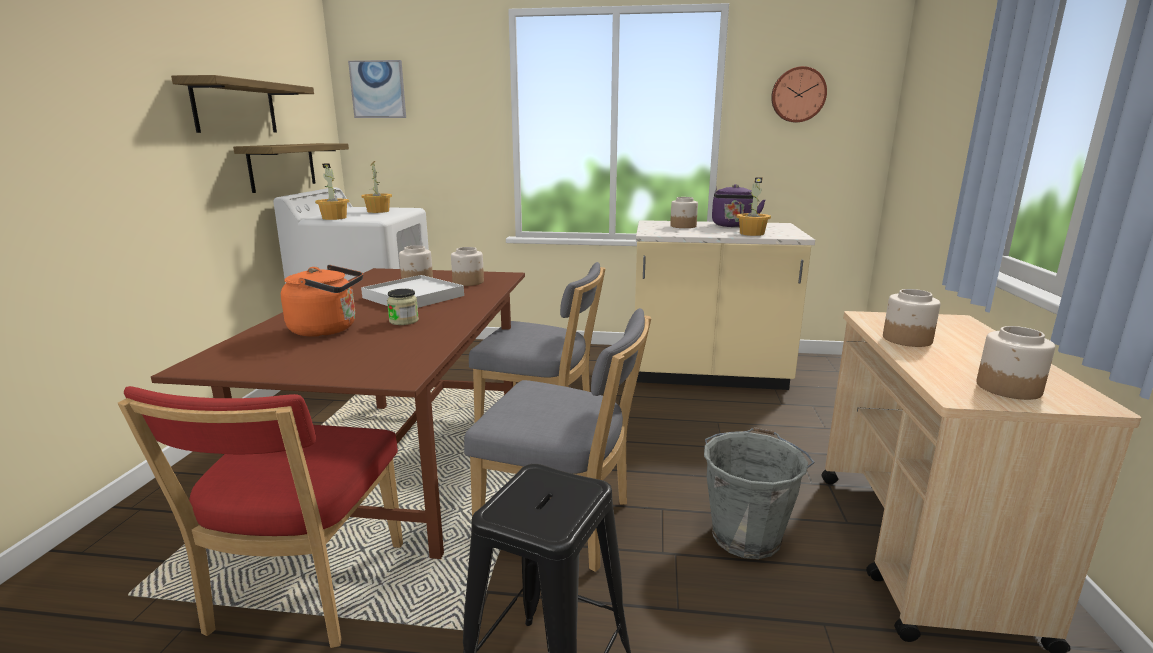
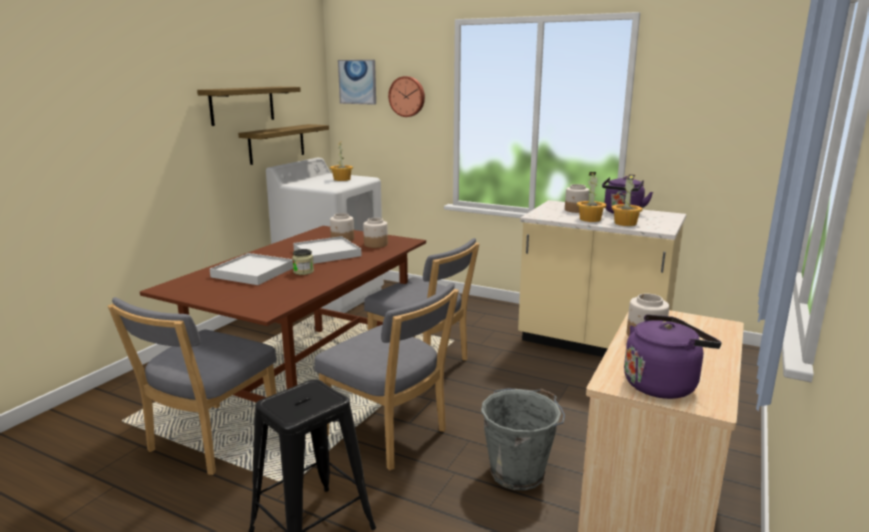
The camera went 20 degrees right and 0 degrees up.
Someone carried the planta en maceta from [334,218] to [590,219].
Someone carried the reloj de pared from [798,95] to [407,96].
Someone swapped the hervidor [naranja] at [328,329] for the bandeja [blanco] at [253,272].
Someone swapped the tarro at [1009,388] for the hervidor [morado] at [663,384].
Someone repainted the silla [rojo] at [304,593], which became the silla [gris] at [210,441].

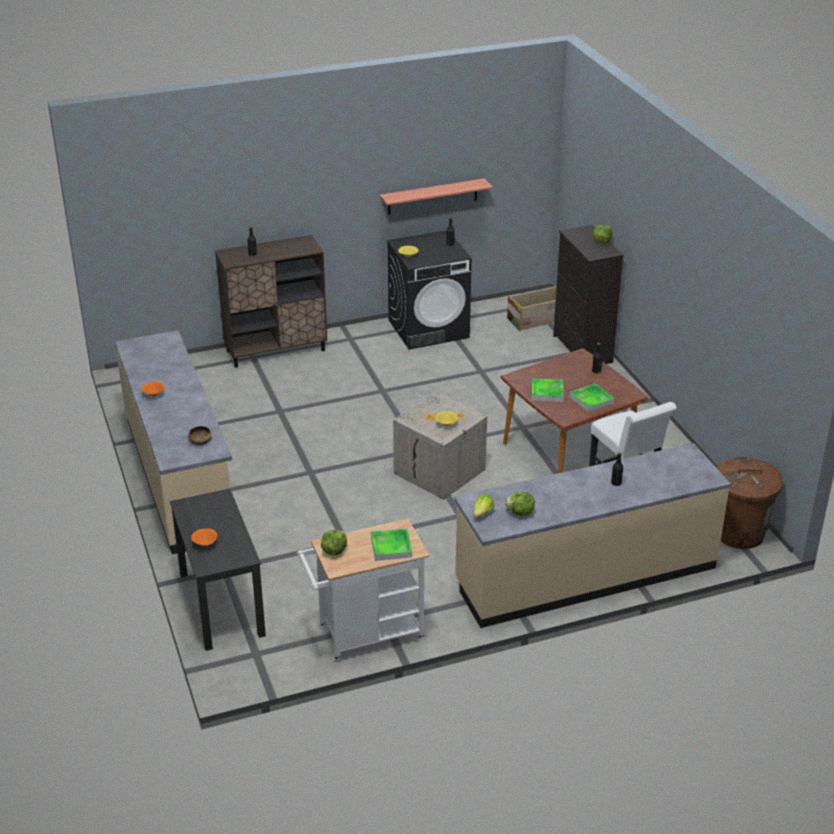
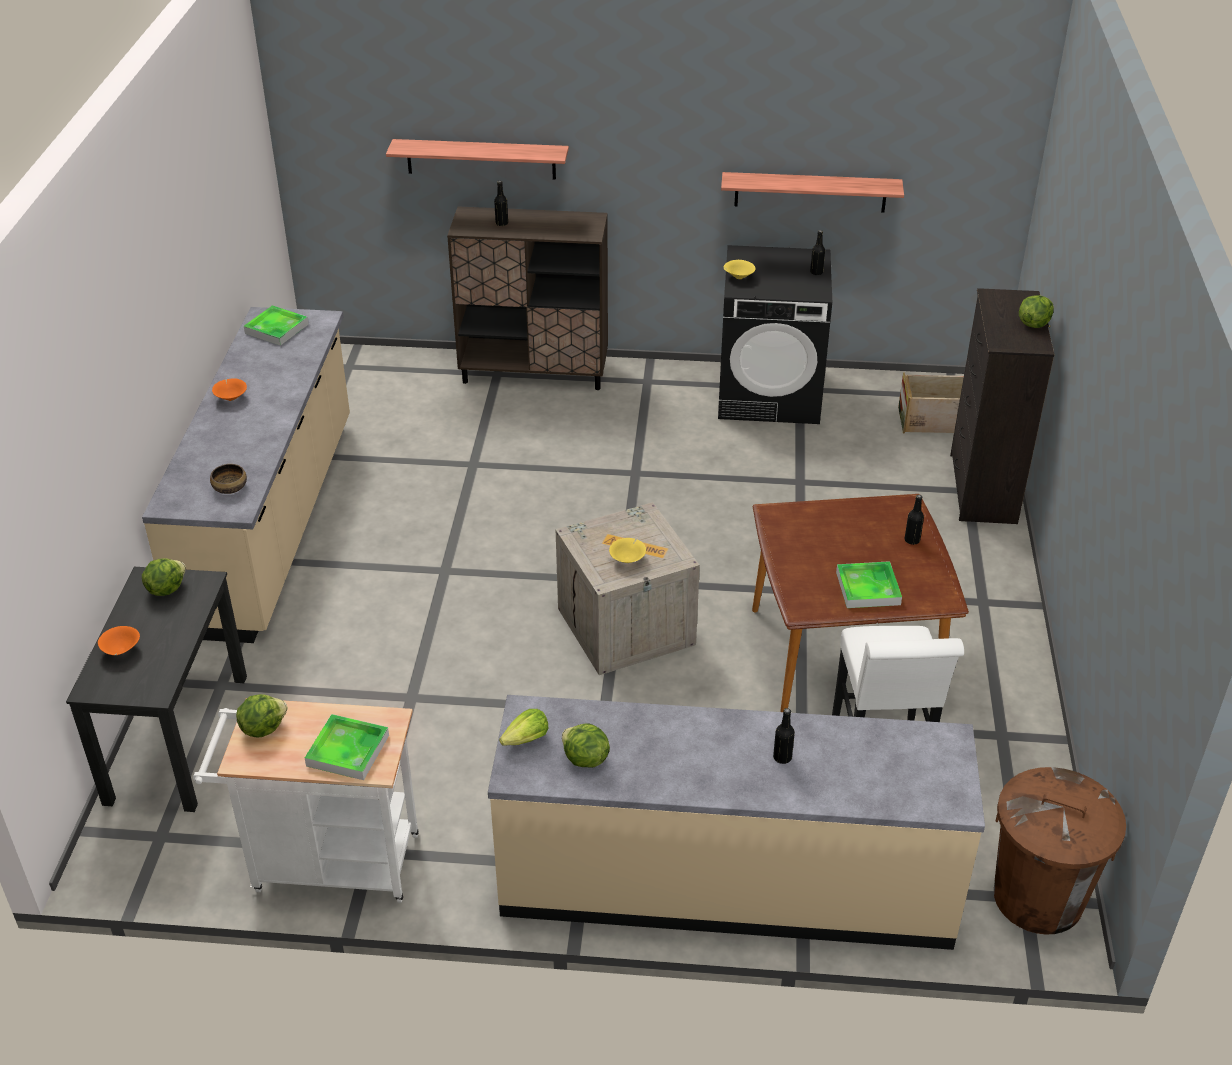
The camera went 25 degrees right and 5 degrees up.
Someone put down the lechuga at [166,588].
Someone put up the estante at [481,159].
Someone carried the bandeja from [547,392] to [276,329].

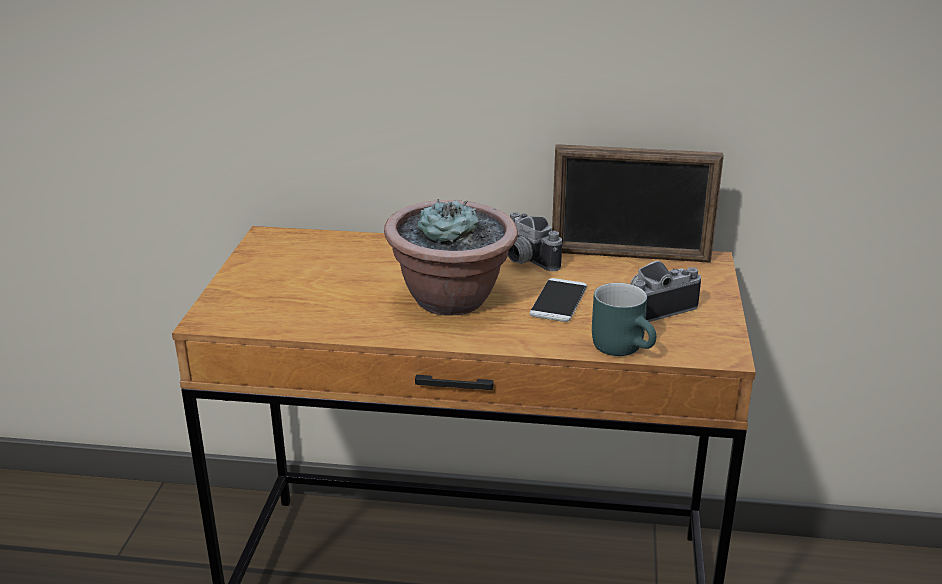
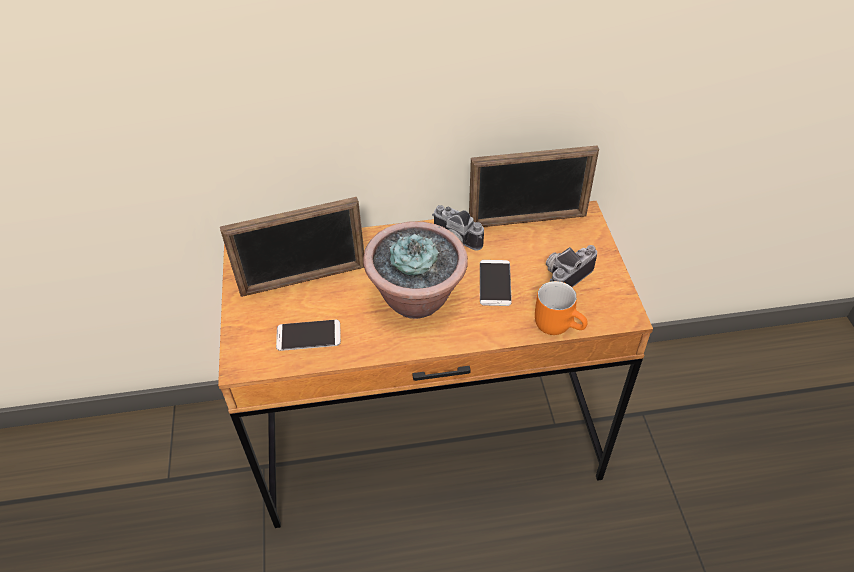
The camera went 15 degrees left and 20 degrees up.
Someone put down the portarretratos at [304,280].
Someone put down the móvil at [308,336].
Someone repainted the taza grande [turquesa] at [625,347], which became the taza grande [naranja] at [559,323].

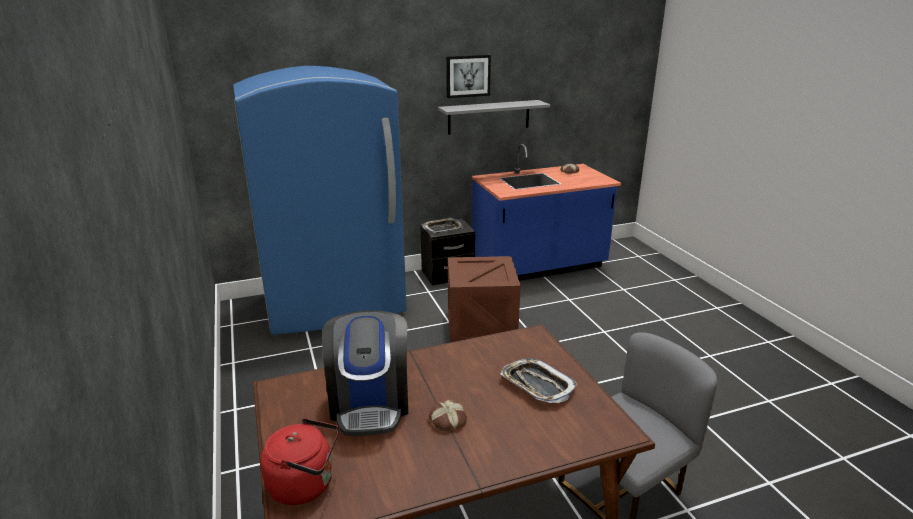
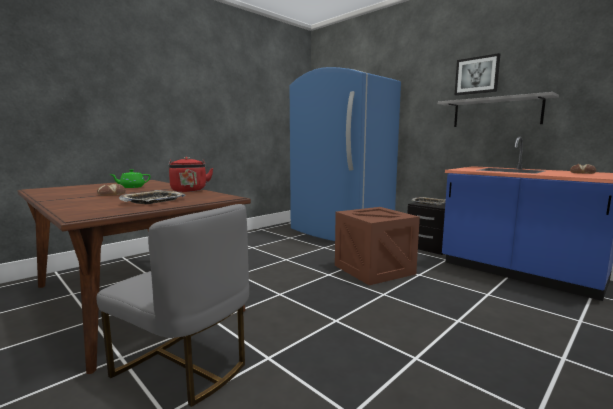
The camera went 65 degrees right and 15 degrees down.
Someone carried the hervidor [rojo] from [305,484] to [189,191].
Someone swapped the cafetera at [370,403] for the tetera [verde] at [131,187].

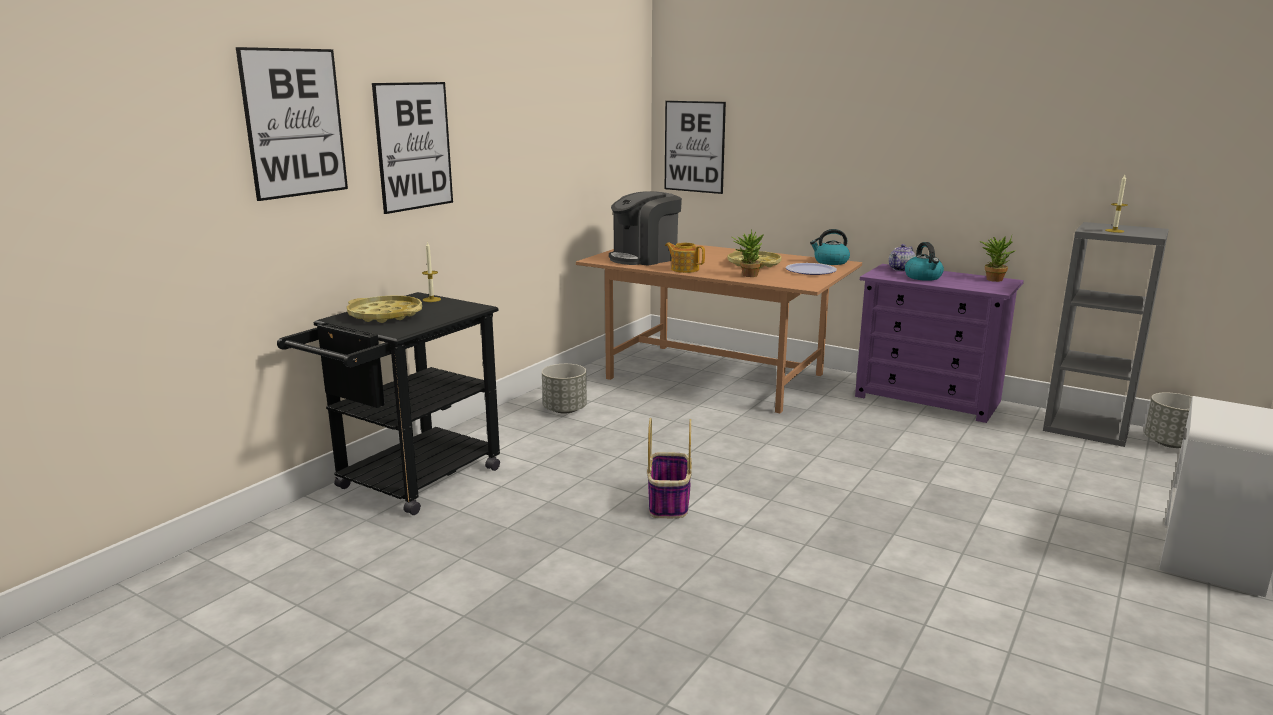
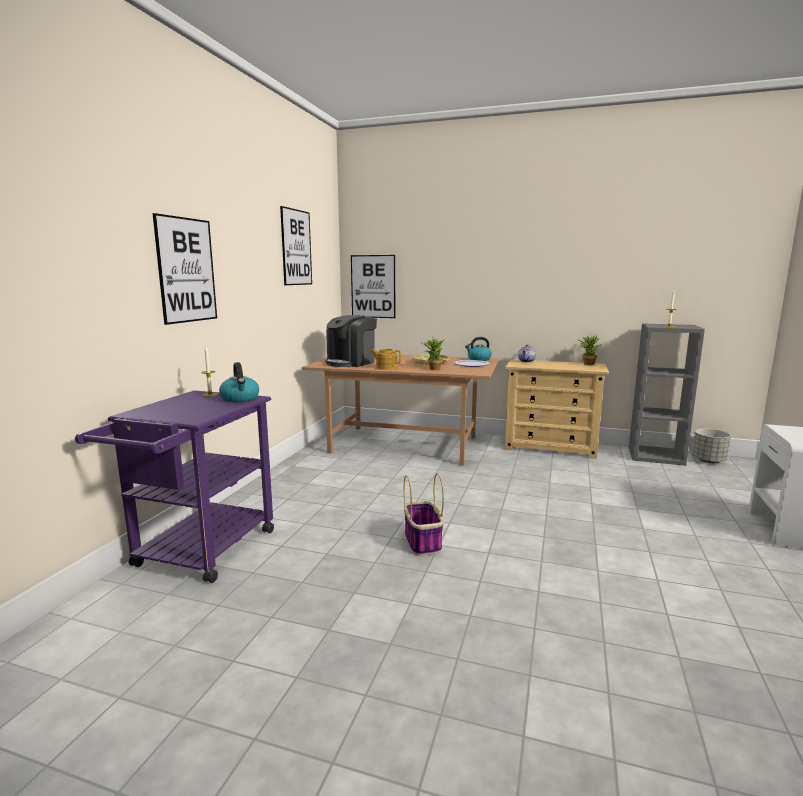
The camera went 15 degrees left and 5 degrees down.
Someone took away the bandeja [amarillo] at [385,315].
Someone took away the maceta [gris] at [565,410].
Someone carried the cuadro from [294,123] to [296,247].
Someone carried the hervidor from [923,277] to [240,398].
Someone repainted the carrito [negro] at [409,483], which became the carrito [morado] at [198,554].
Someone repainted the cómoda [morado] at [928,399], which became the cómoda [beis] at [551,447].

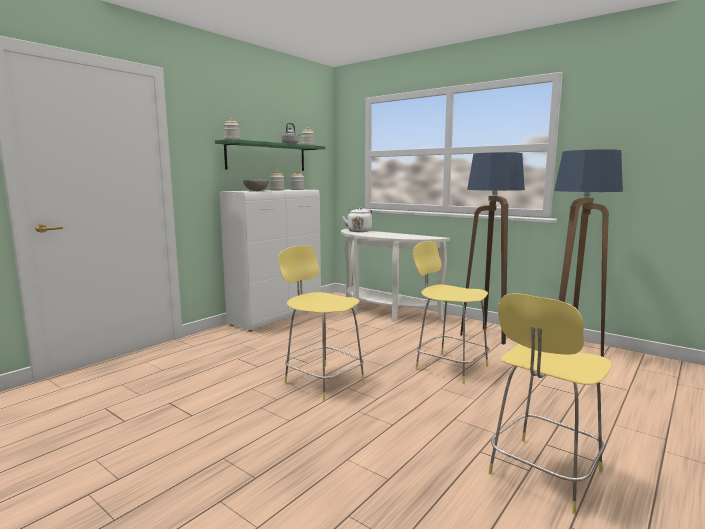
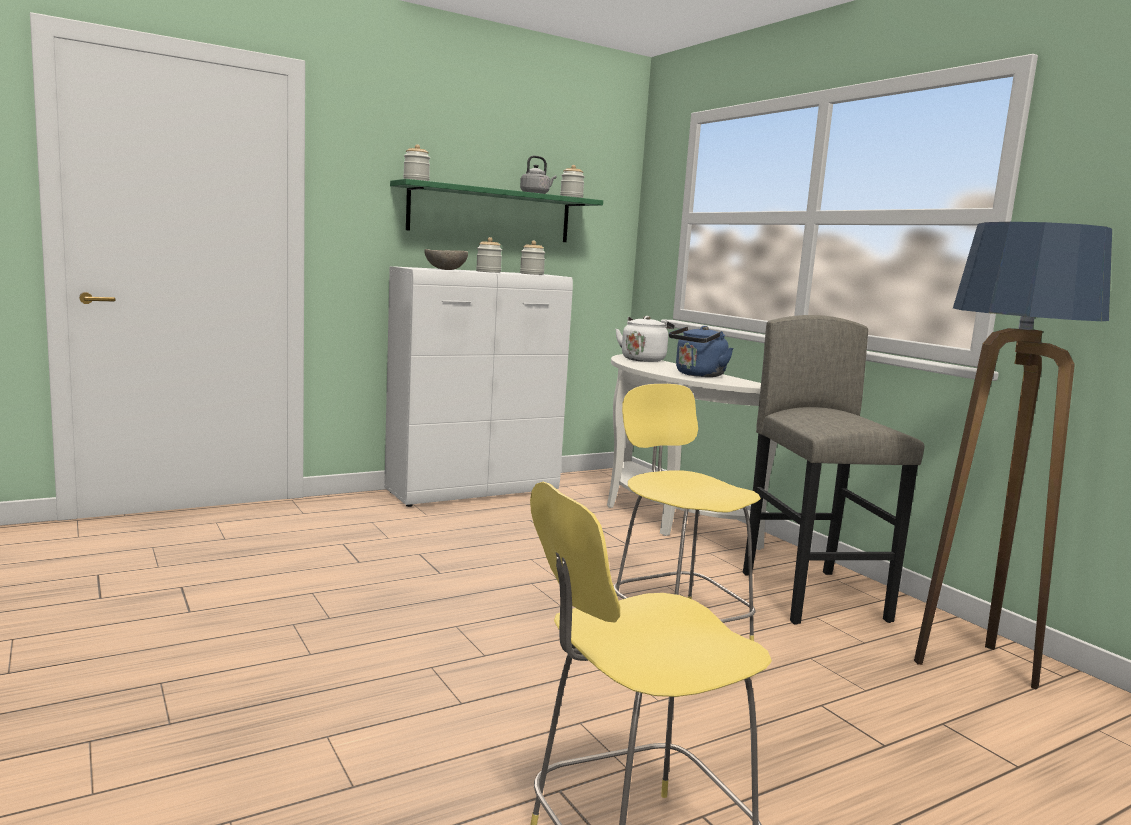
The camera went 20 degrees right and 0 degrees up.
Someone took away the taburete [amarillo] at [322,381].
Someone put down the hervidor [azul] at [698,375].
Someone swapped the lámpara de pie at [486,337] for the taburete [gris] at [814,596].

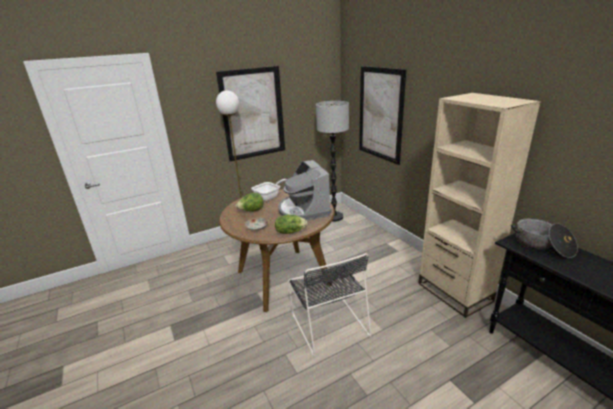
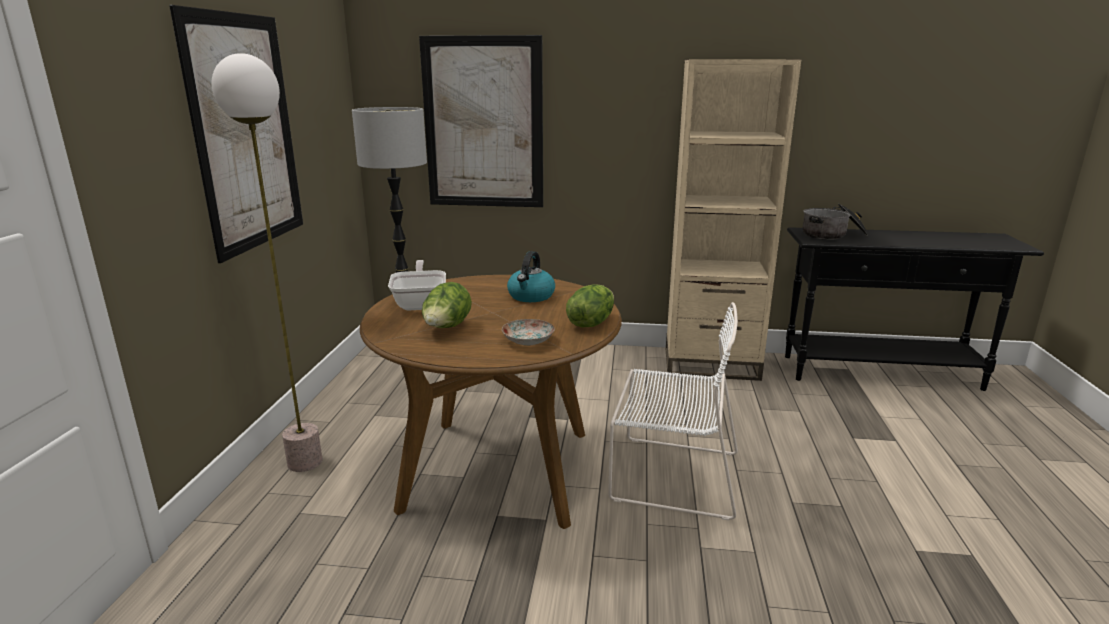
The camera went 55 degrees left and 5 degrees down.
Someone swapped the cafetera at [303,210] for the hervidor at [531,296].
Someone repainted the silla [negro] at [328,323], which became the silla [blanco] at [670,475].

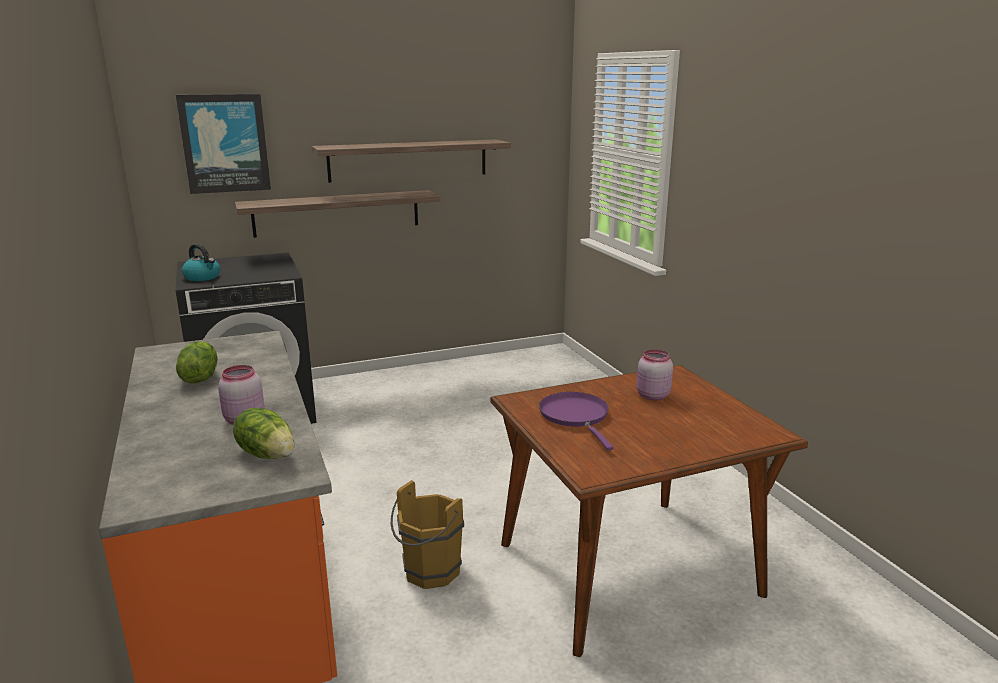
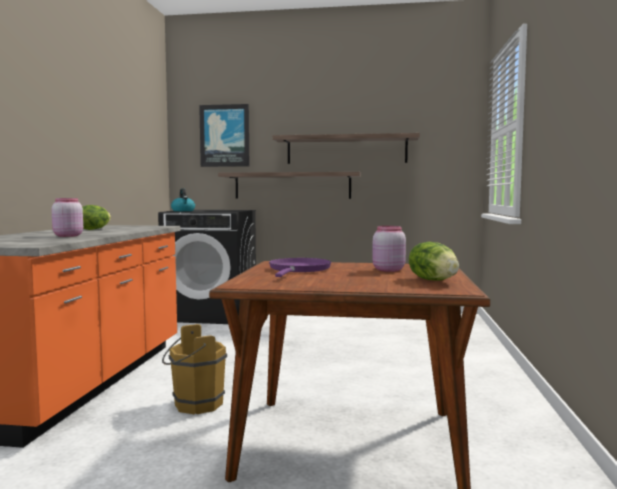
The camera went 30 degrees right and 15 degrees down.
Someone carried the lechuga from [267,453] to [433,280].

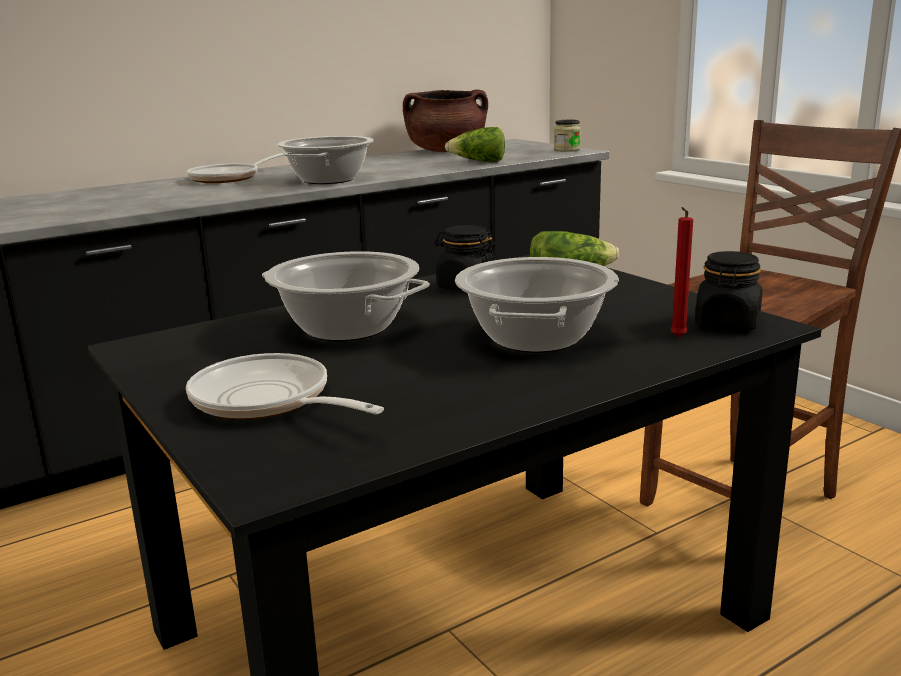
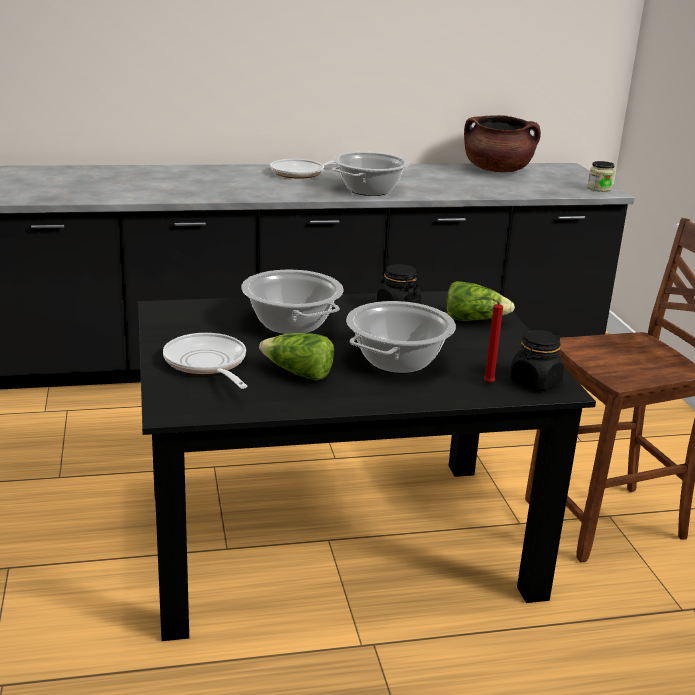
The camera went 20 degrees right and 5 degrees up.
Someone carried the lechuga from [479,162] to [298,373].

